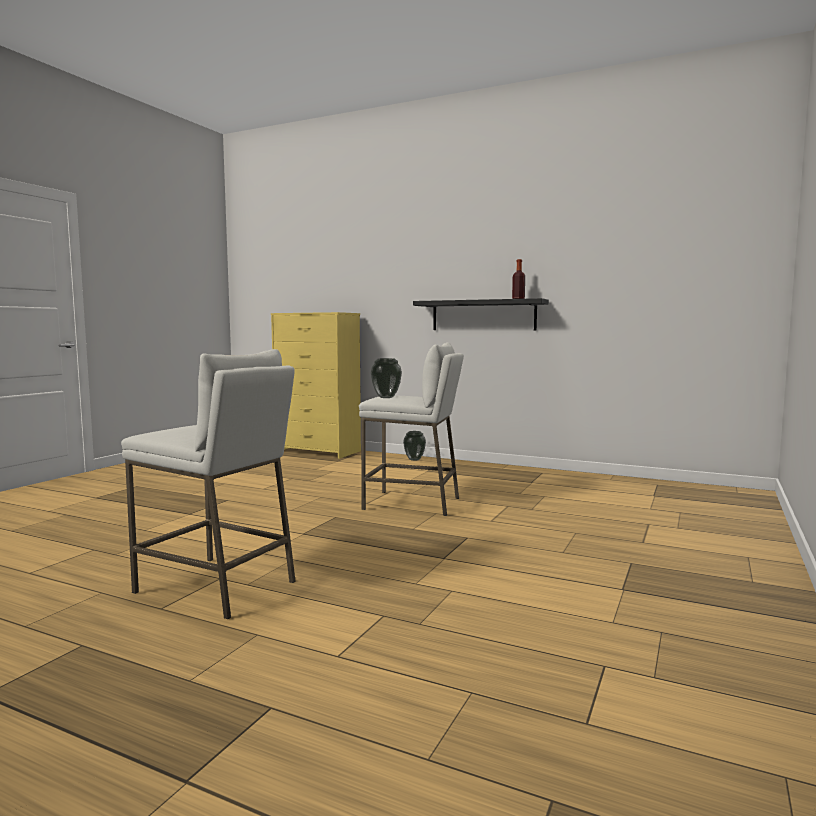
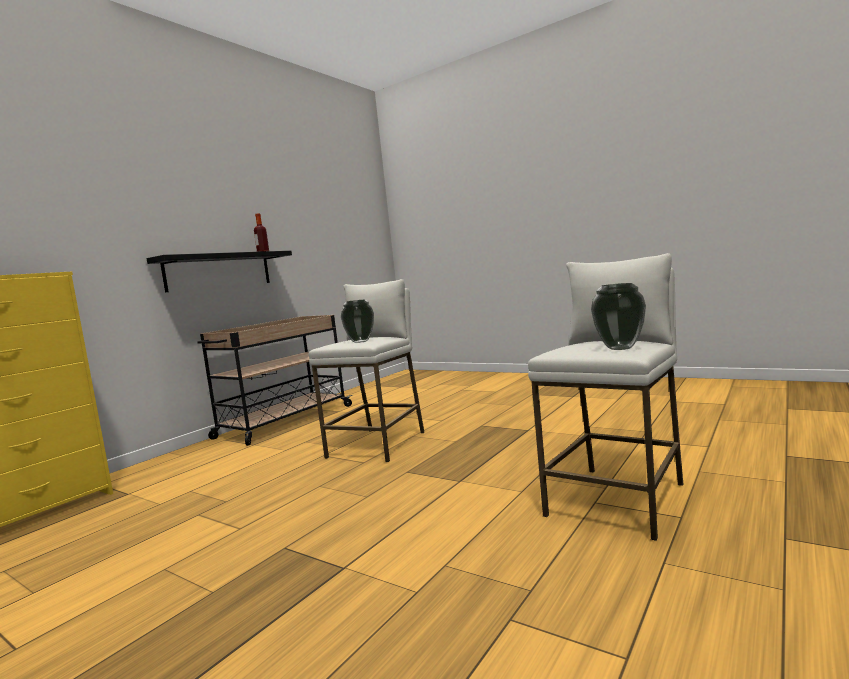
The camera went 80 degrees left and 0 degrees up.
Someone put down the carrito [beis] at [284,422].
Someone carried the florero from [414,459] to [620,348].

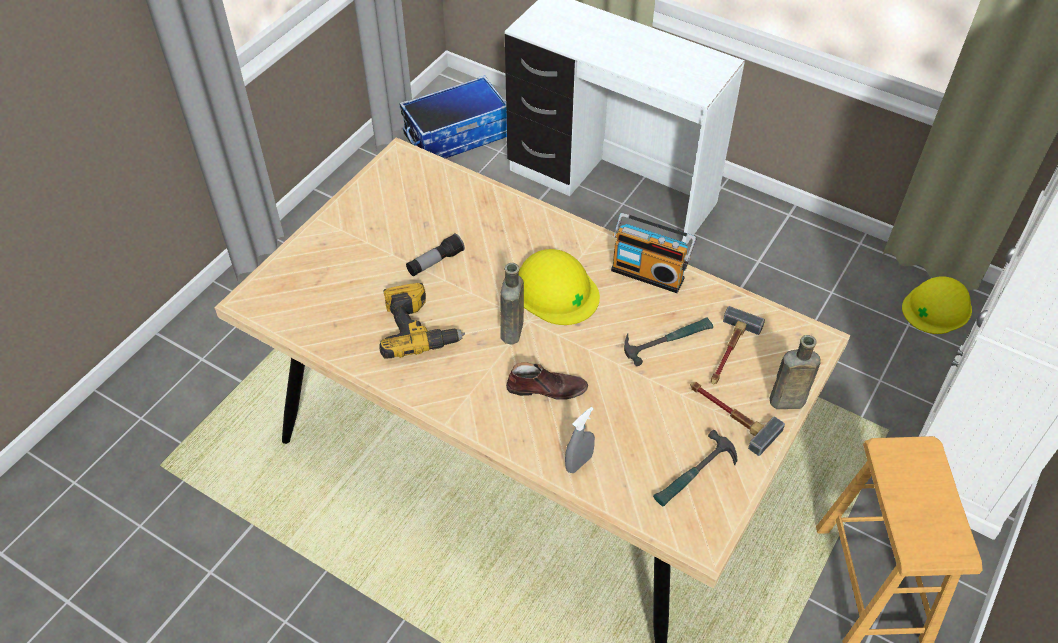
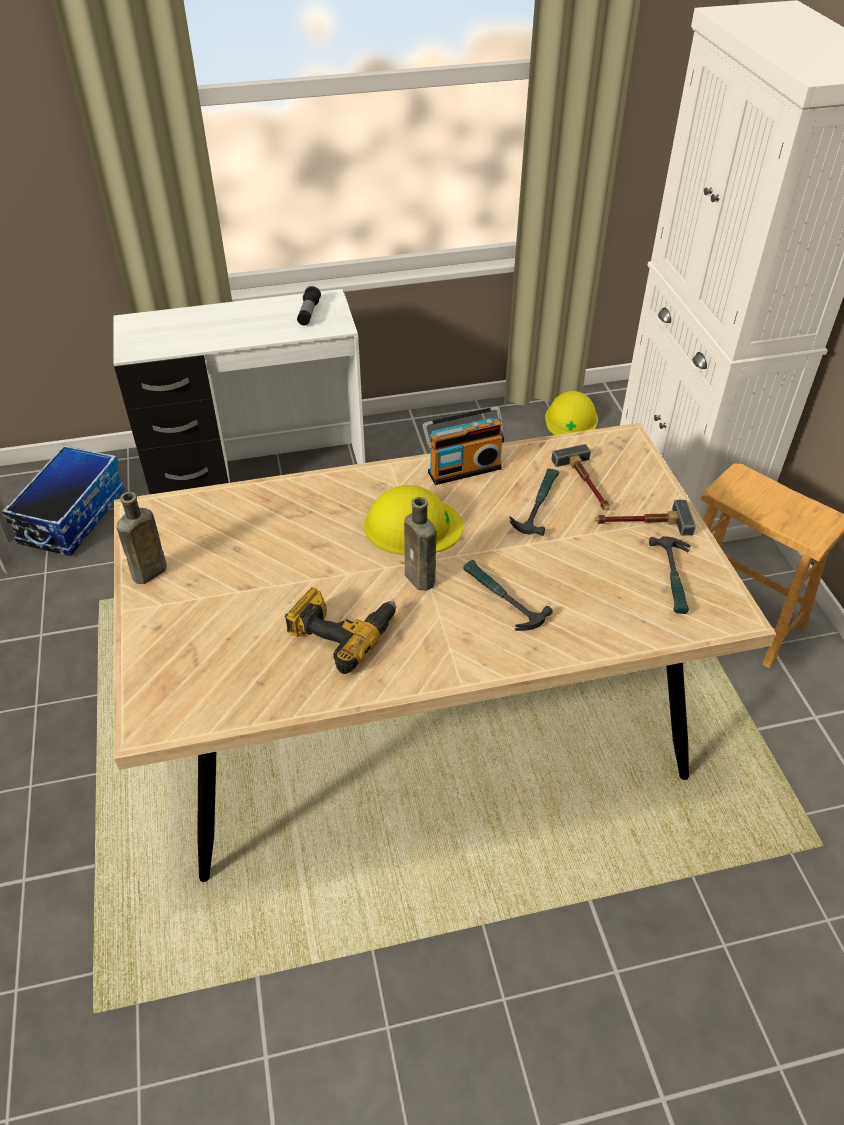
The camera went 45 degrees left and 5 degrees down.
Someone took away the pulverizador [gris] at [579,463].
Someone carried the linterna from [435,262] to [308,313].
Someone carried the botella [marrón] from [784,401] to [147,574].
Someone swapped the zapato [marrón] at [547,388] for the martillo at [501,598].

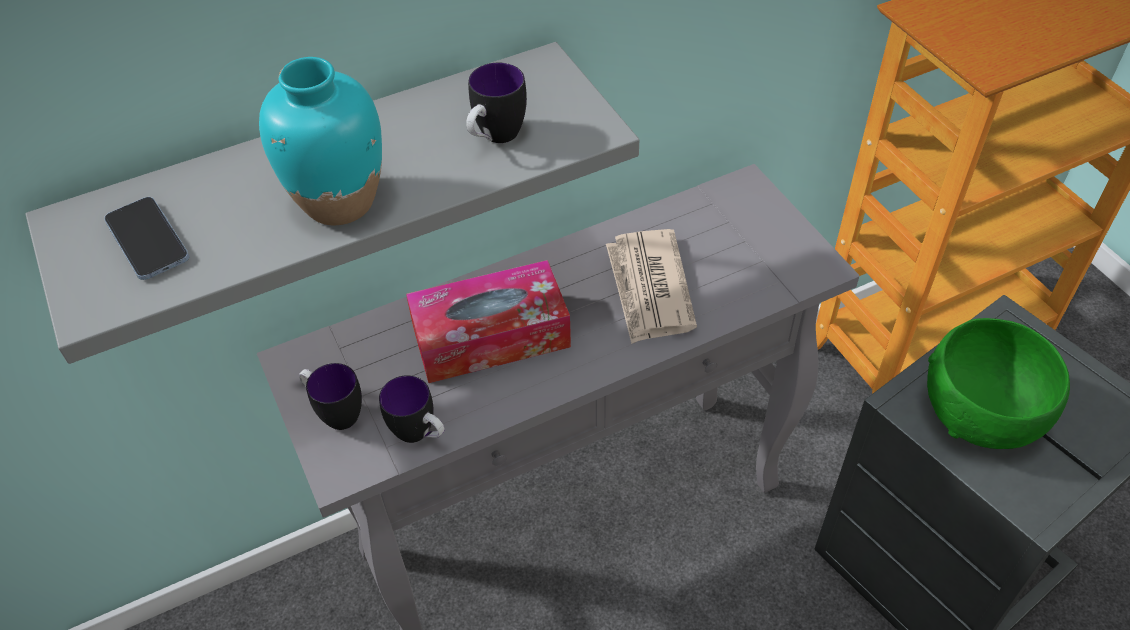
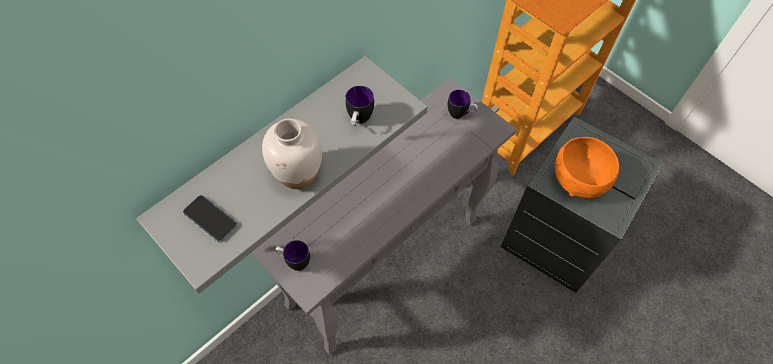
The camera went 20 degrees left and 10 degrees up.
Someone took away the caja de pañuelos at [491,336].
Someone took away the periódico at [649,289].
Someone carried the taza grande from [420,435] to [460,114].
Someone repainted the florero [turquesa] at [340,202], which became the florero [blanco] at [298,175].
Someone repainted the cuenco [verde] at [980,412], which became the cuenco [naranja] at [578,179].

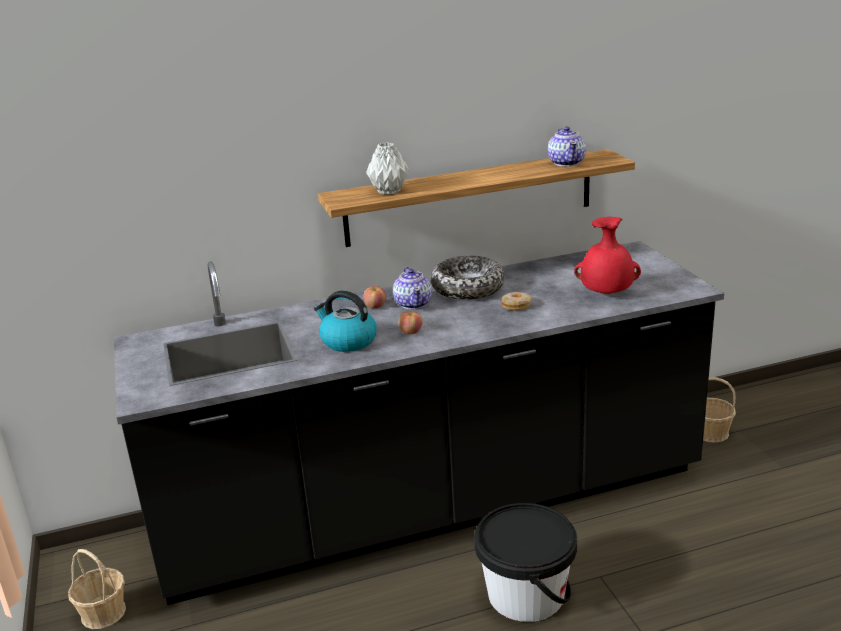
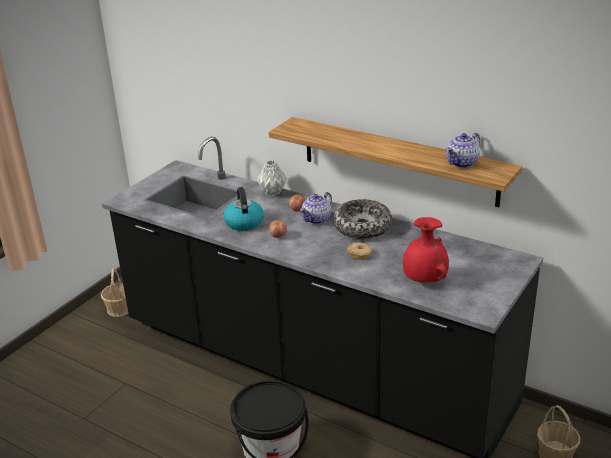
The camera went 50 degrees right and 5 degrees up.
Someone carried the florero [gris] from [388,191] to [272,192].

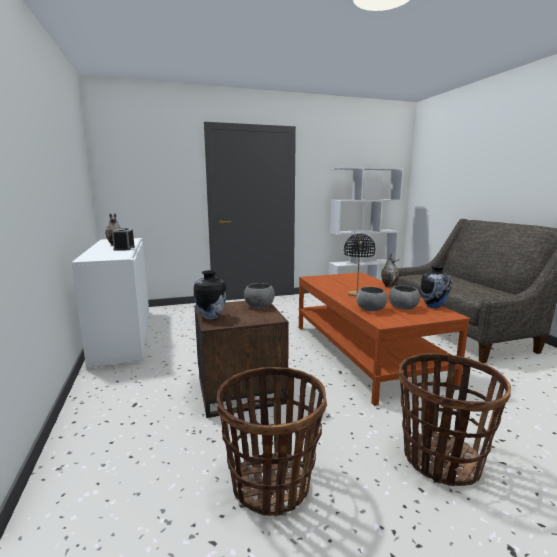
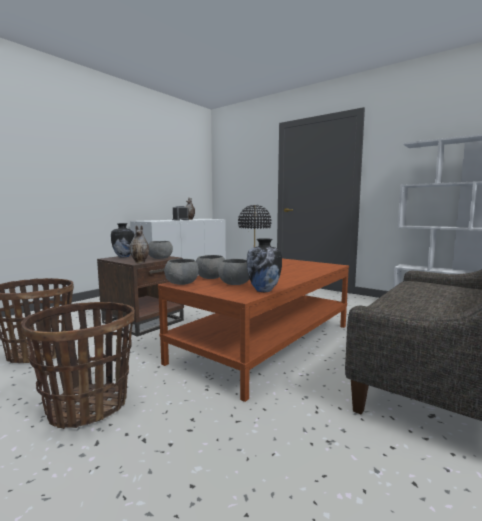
The camera went 55 degrees right and 5 degrees down.
Someone put down the cuenco [gris] at [181,283].
Someone carried the florero from [388,286] to [140,262].

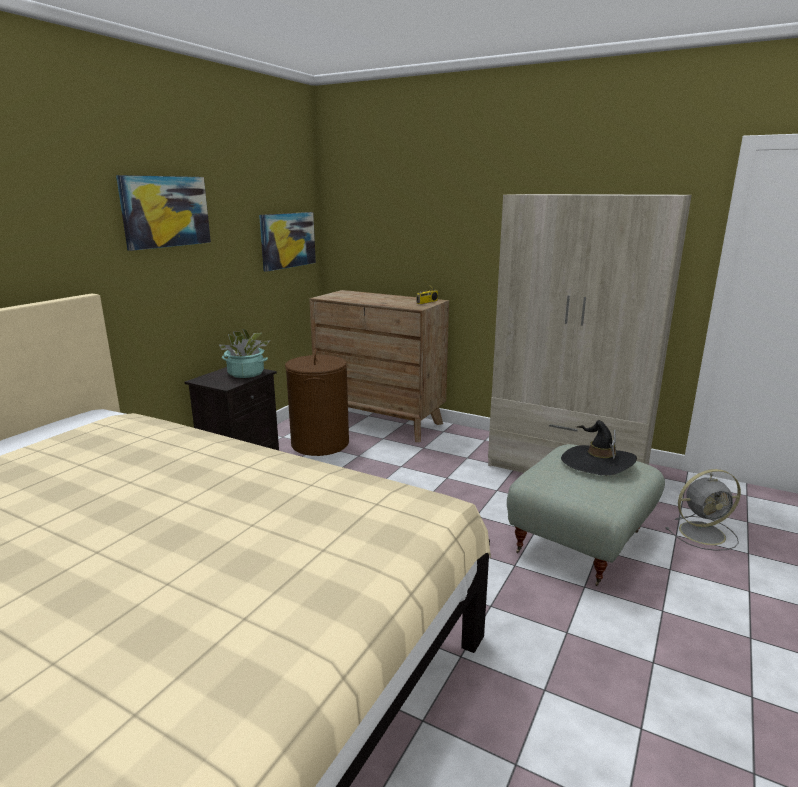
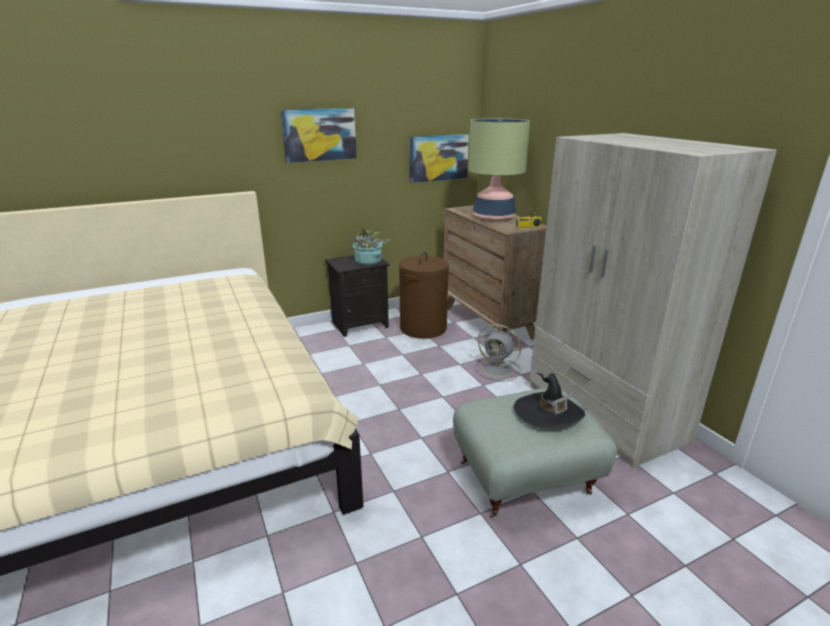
The camera went 35 degrees right and 5 degrees up.
Someone put down the lámpara de mesa at [493,217].
Someone carried the ventilador [gris] from [704,533] to [498,370].

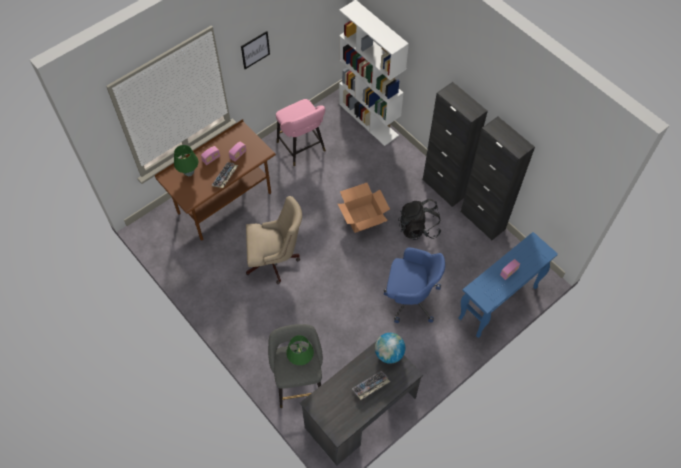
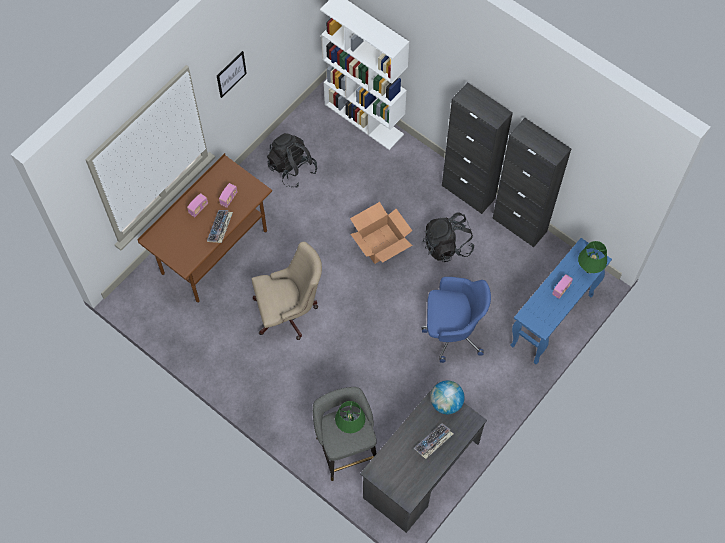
The camera went 10 degrees left and 5 degrees up.
Someone carried the lámpara de mesa [verde] from [188,173] to [588,269].
Someone swapped the taburete [rosa] at [302,148] for the mochila [negro] at [292,168].

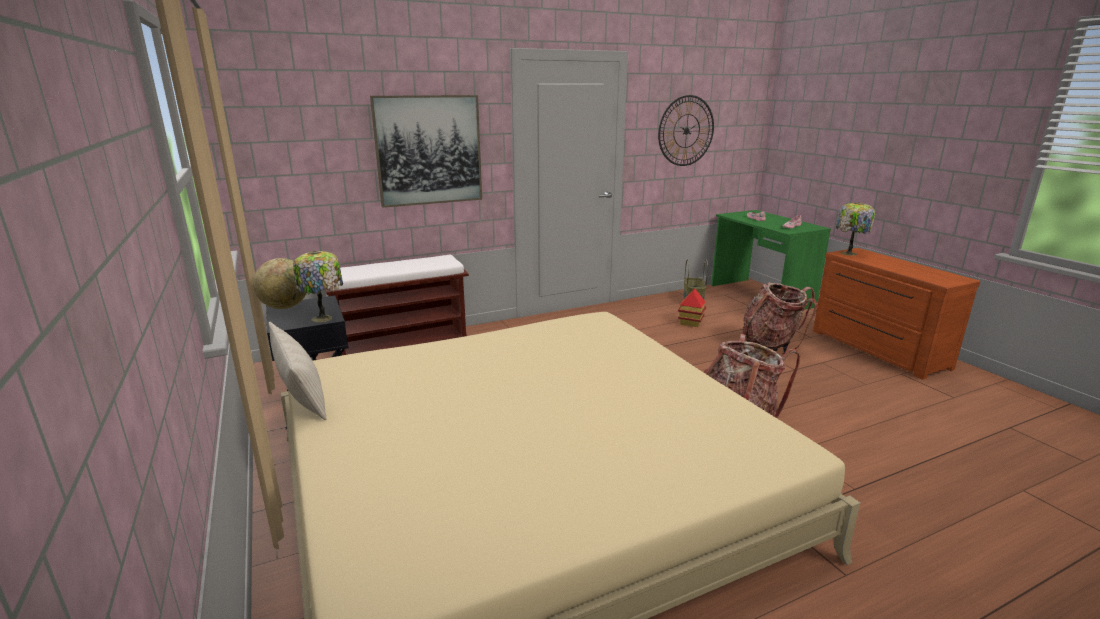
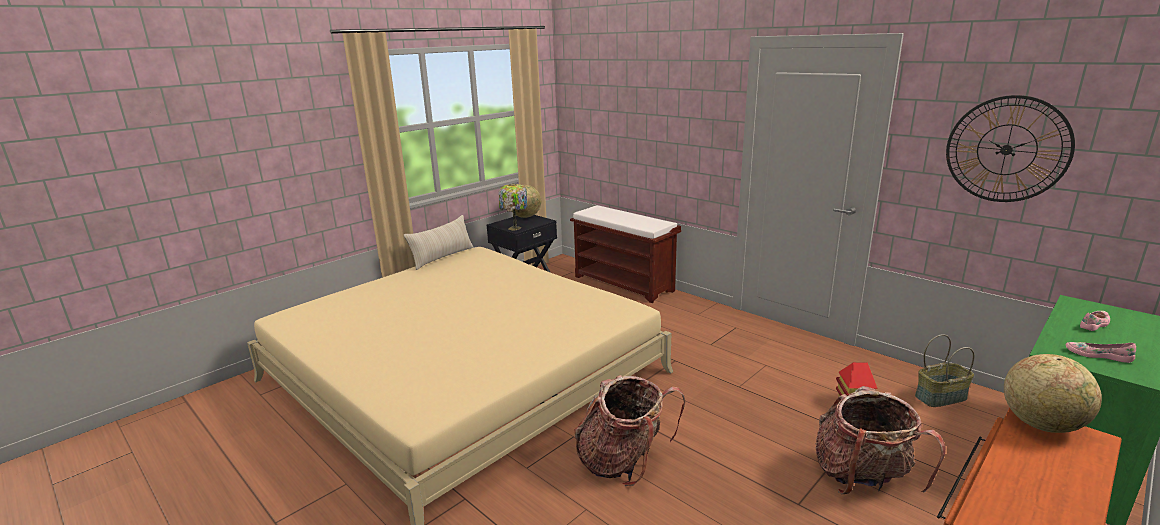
The camera went 70 degrees right and 0 degrees up.
Someone took away the cuadro at [429,150].
Someone swapped the lámpara de mesa at [848,253] for the globo terráqueo at [1041,424].

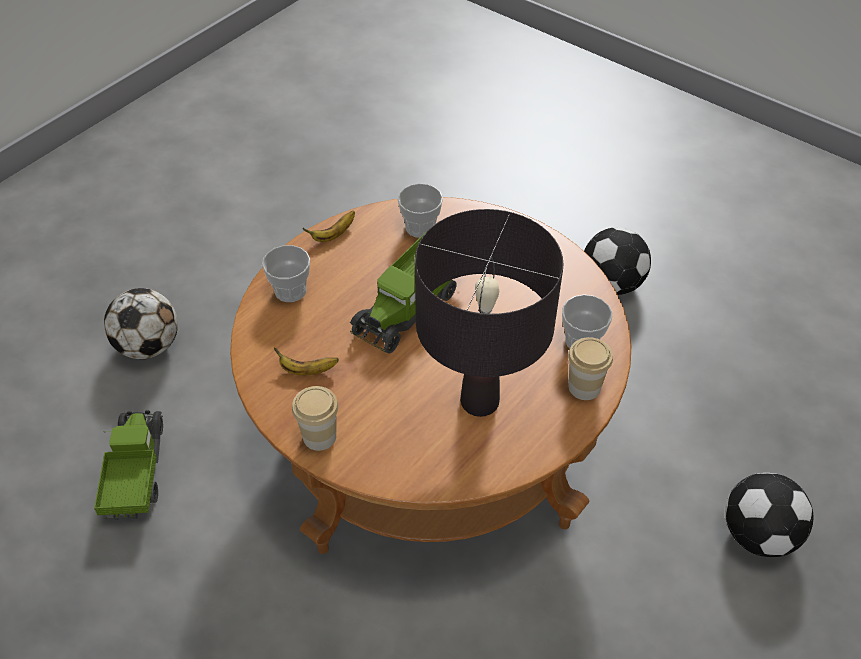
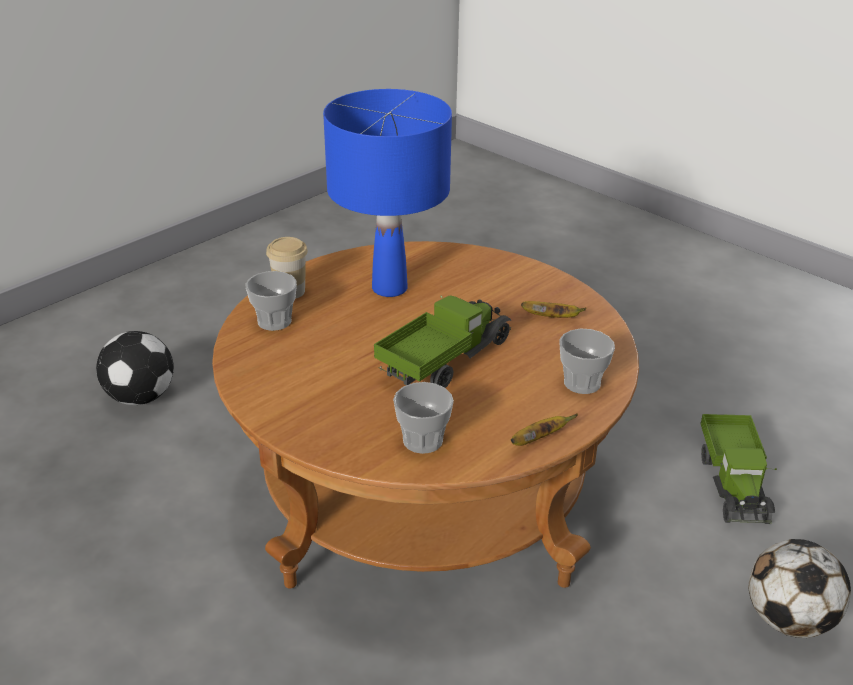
The camera went 175 degrees left and 15 degrees down.
Someone took away the taza at [319,436].
Someone took away the balón de fútbol at [612,283].
Someone repainted the lámpara de mesa [negro] at [480,401], which became the lámpara de mesa [azul] at [389,288].

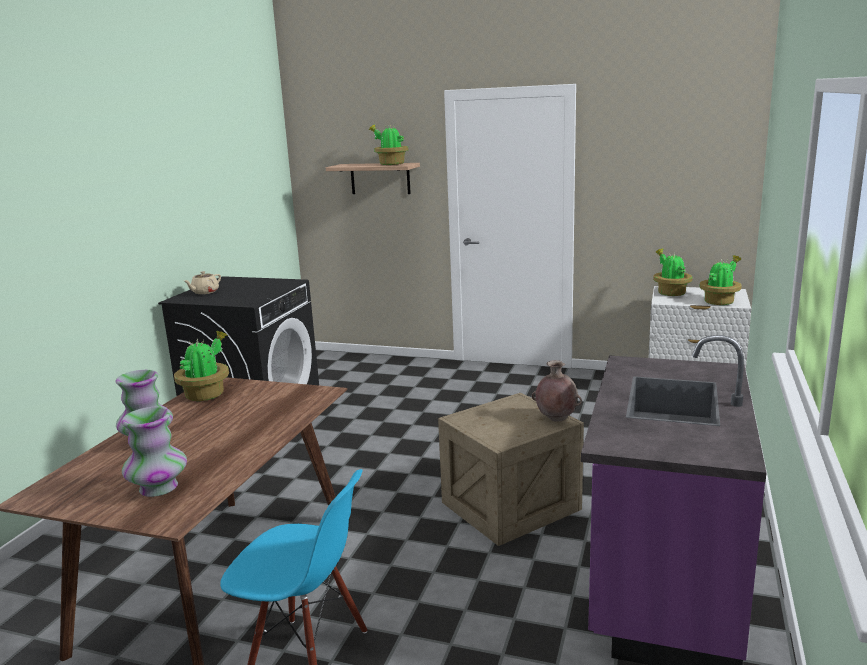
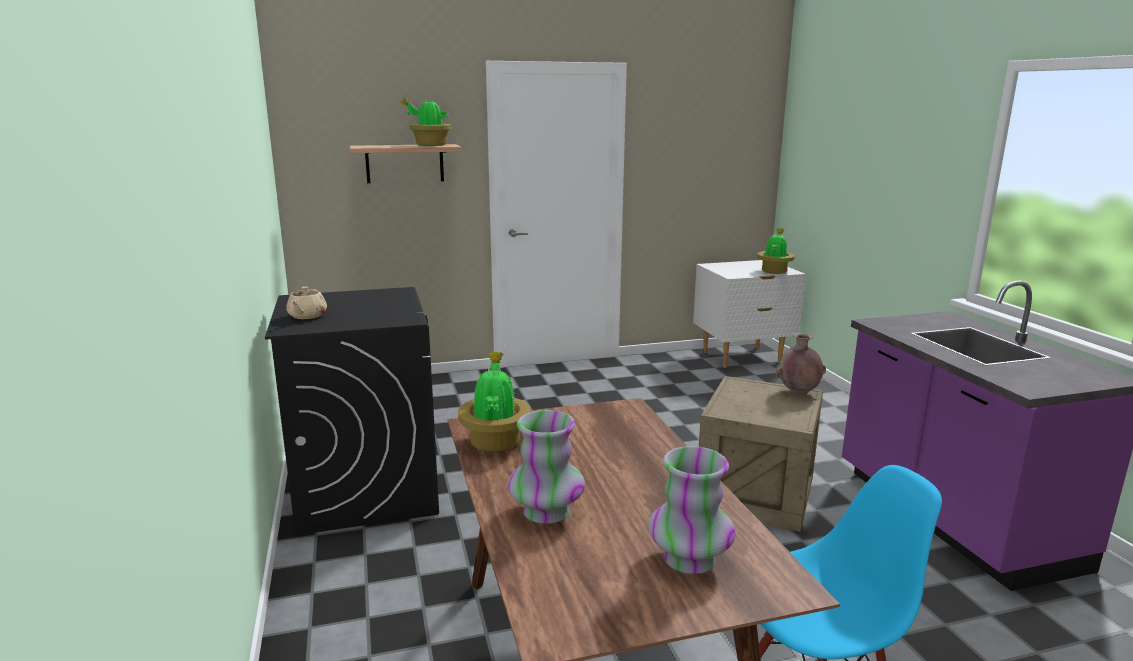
The camera went 35 degrees left and 0 degrees up.
Someone took away the planta en maceta at [670,293].

